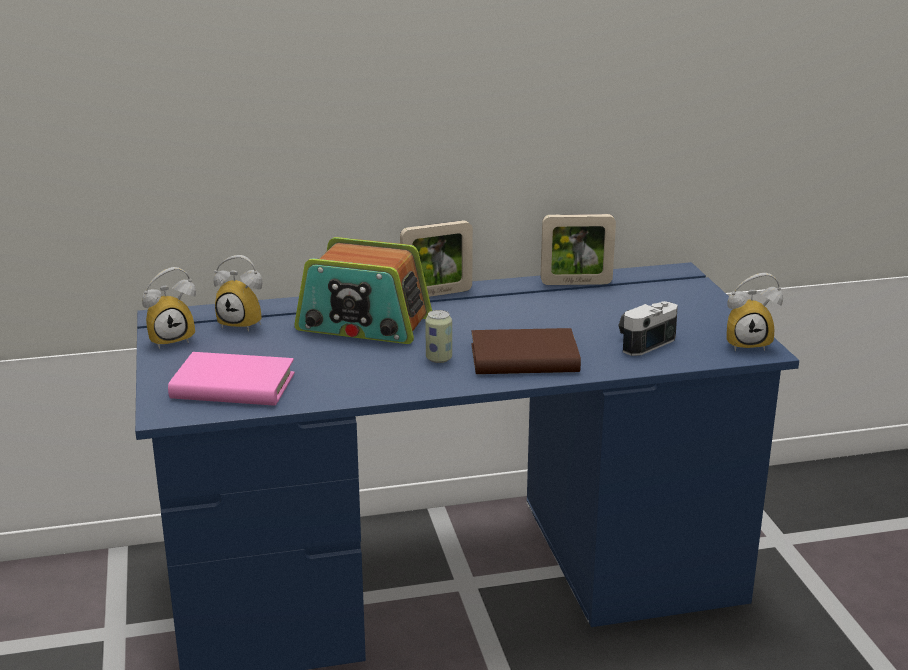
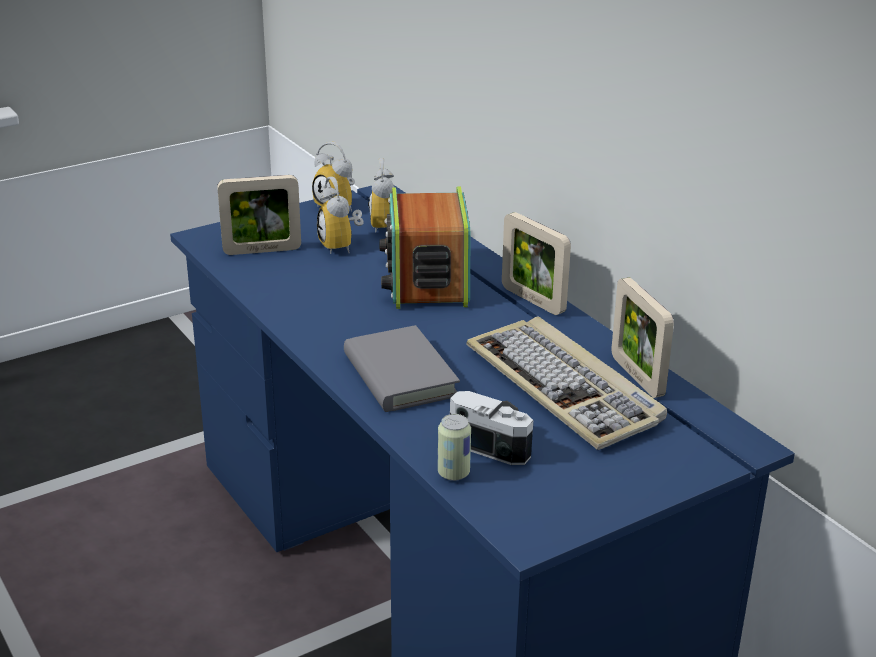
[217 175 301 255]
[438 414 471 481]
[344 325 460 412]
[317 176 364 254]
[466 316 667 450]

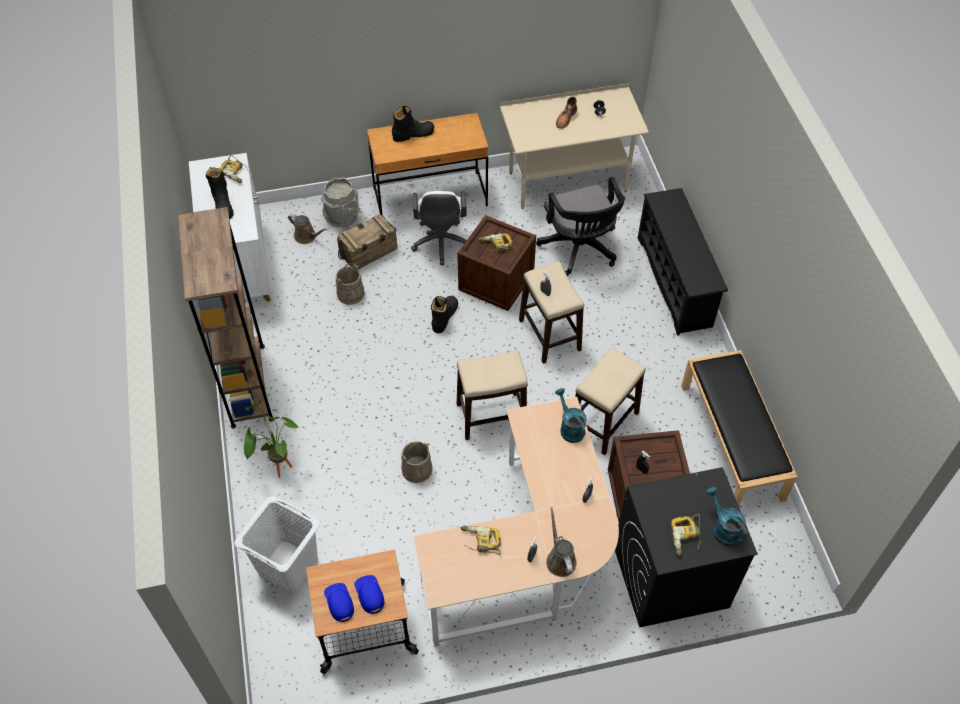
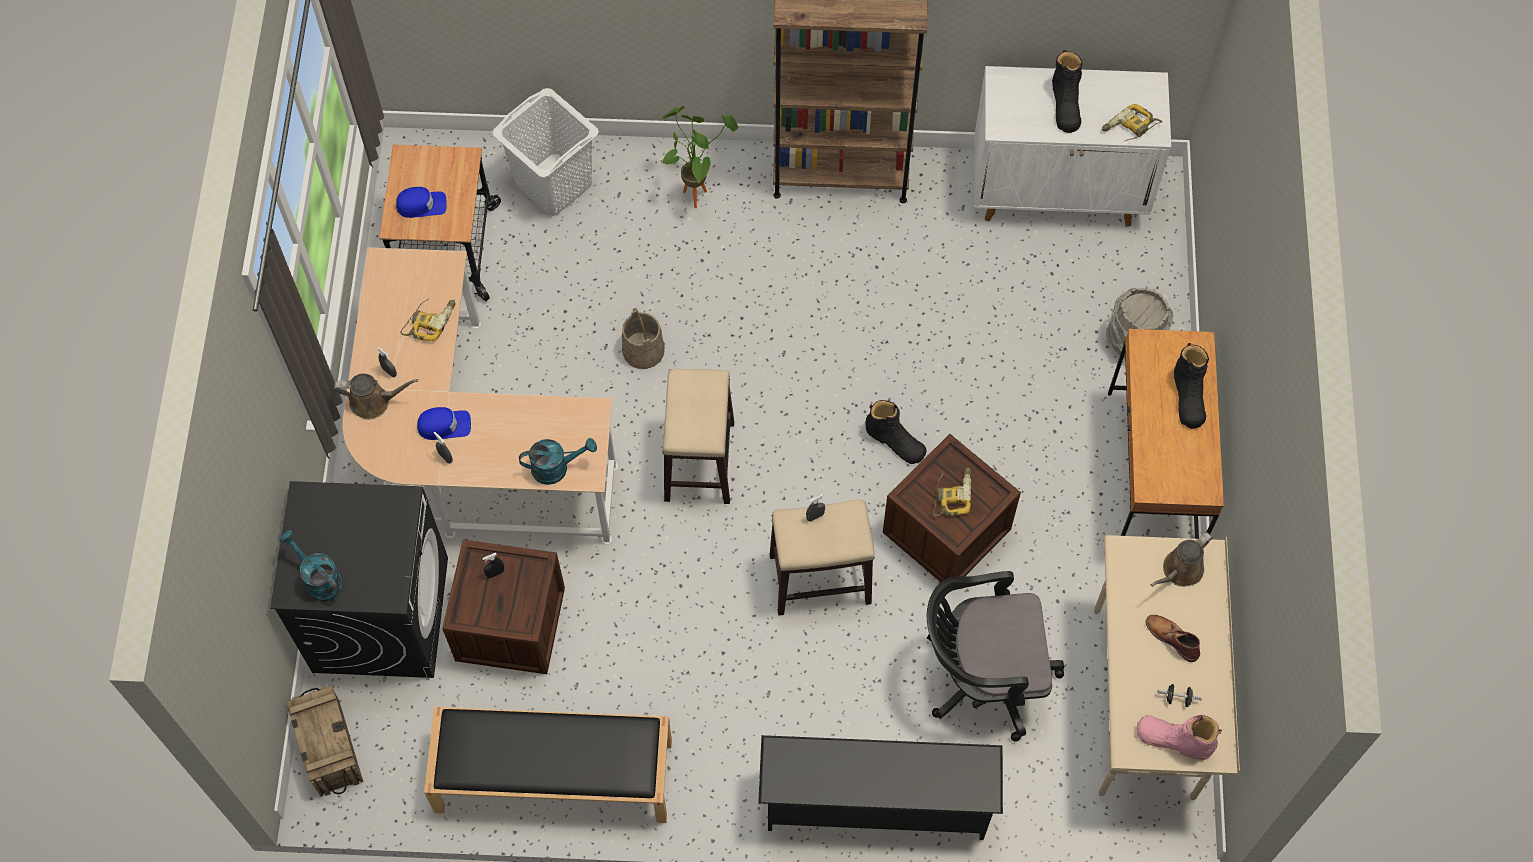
[1052 50 1083 133]
[1151 532 1213 587]
[417 407 471 440]
[336 263 364 305] (first image)
[286 685 363 797]
[411 191 467 265] (first image)
[575 349 646 455] (first image)
[671 514 701 556] (first image)
[279 530 343 602]
[1136 715 1222 760]

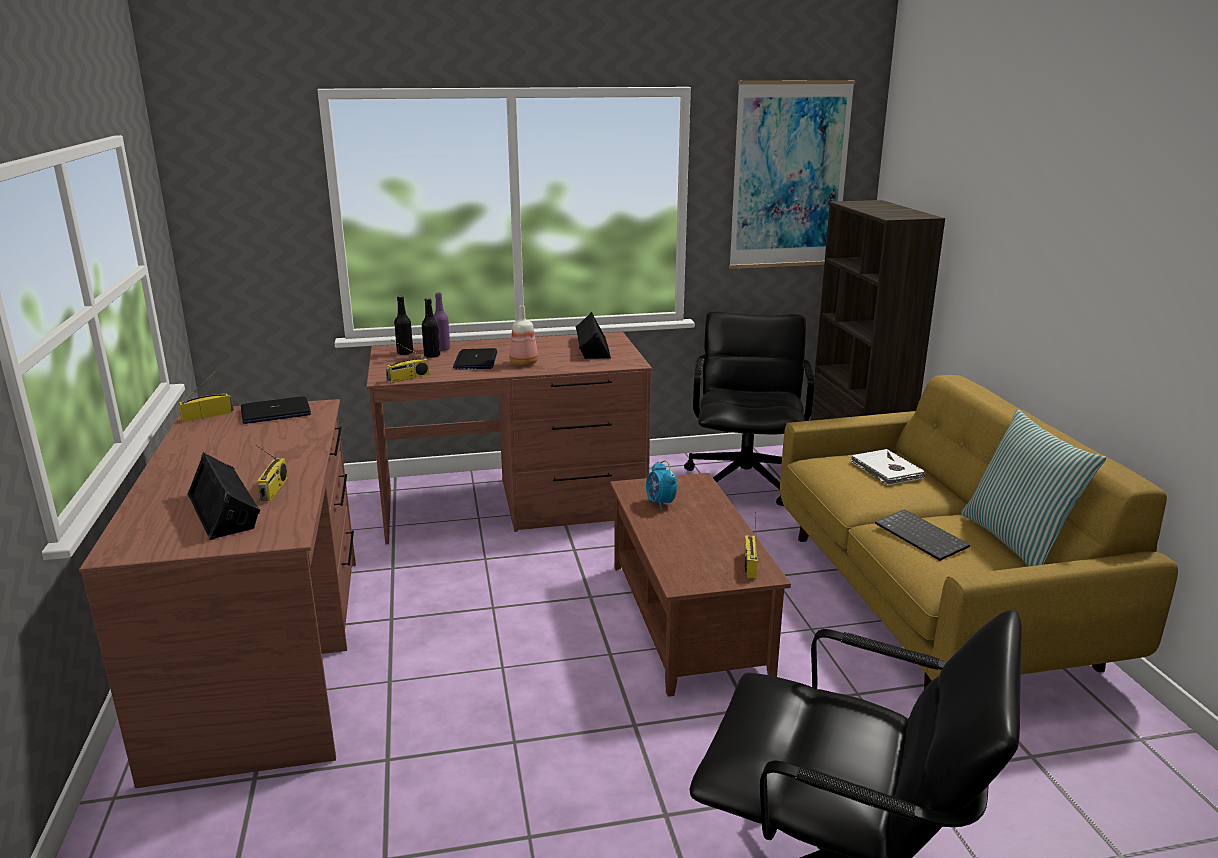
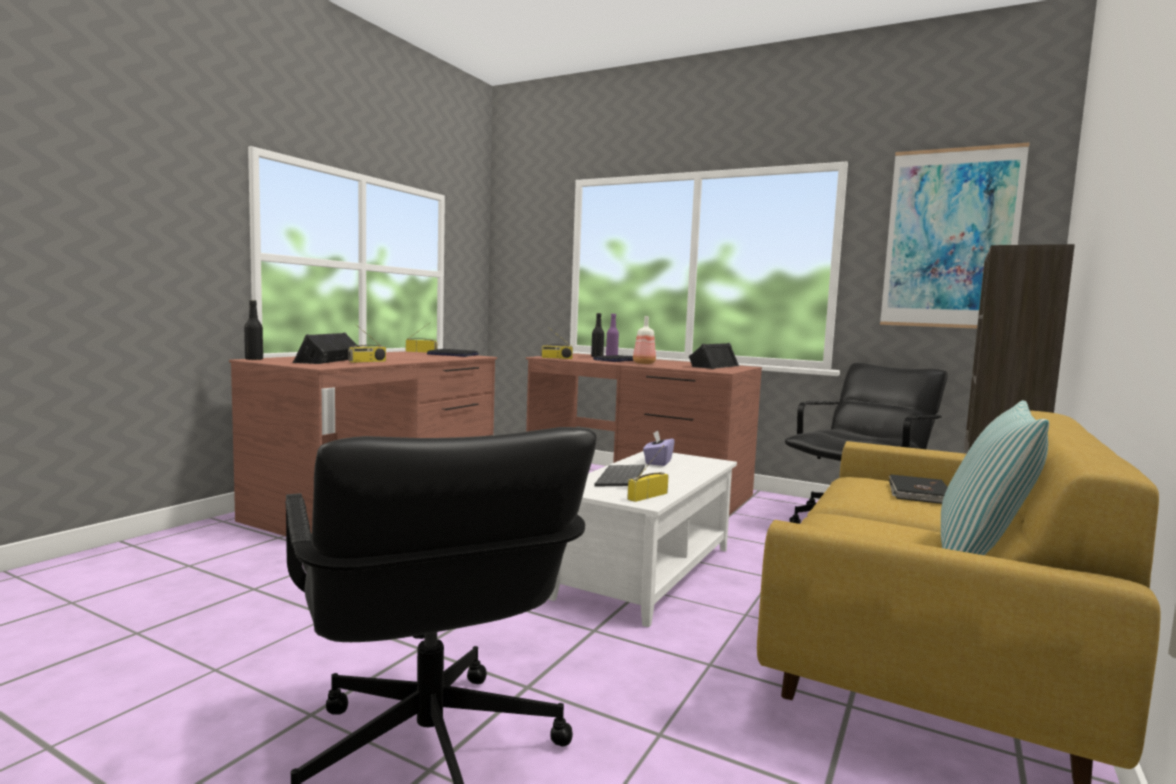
[244 300 263 360]
[549 451 737 627]
[643 431 675 466]
[889 474 948 504]
[595 465 645 487]

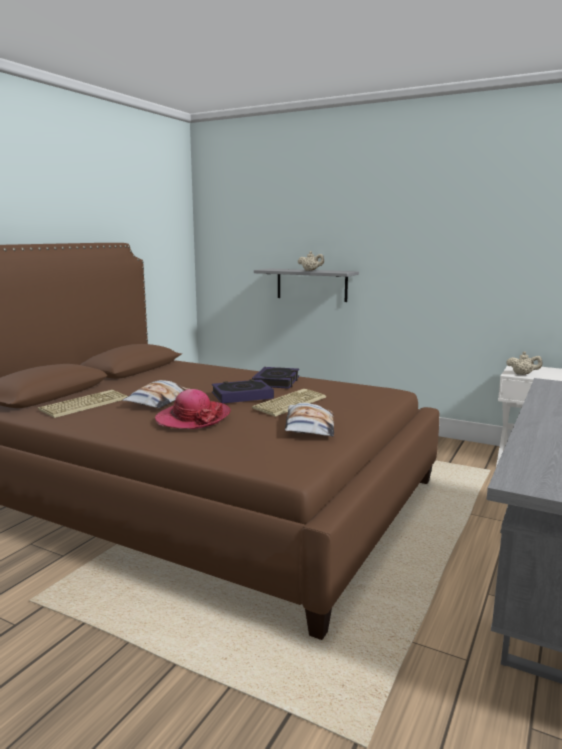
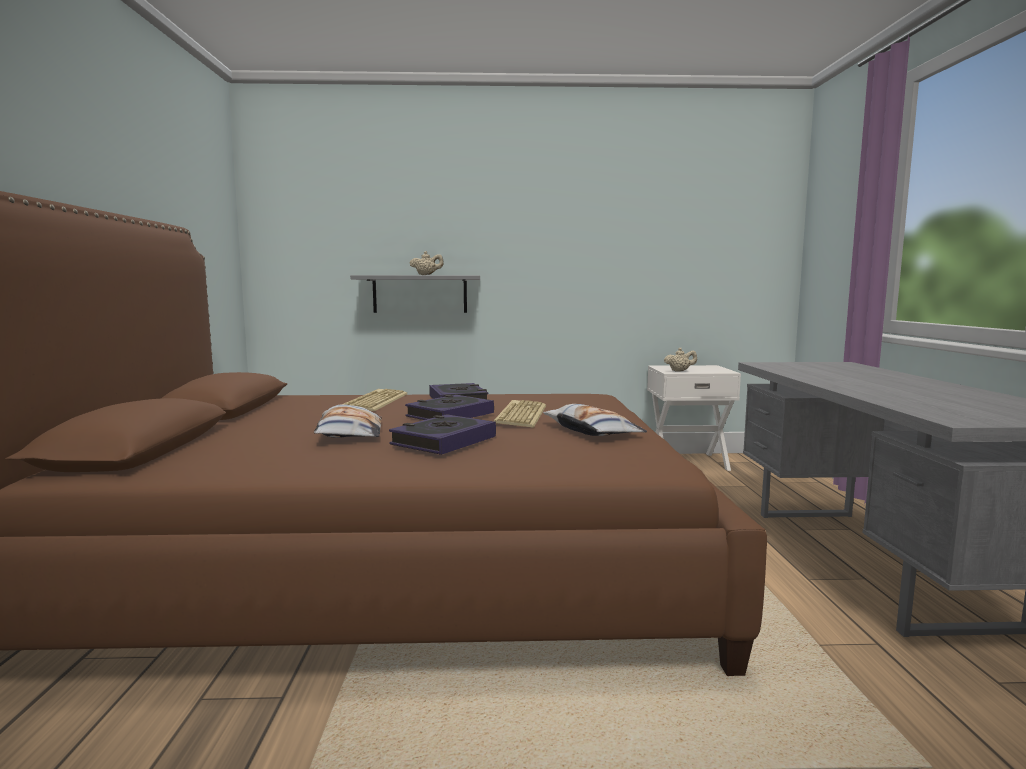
[344 389 407 411]
[389 414 496 455]

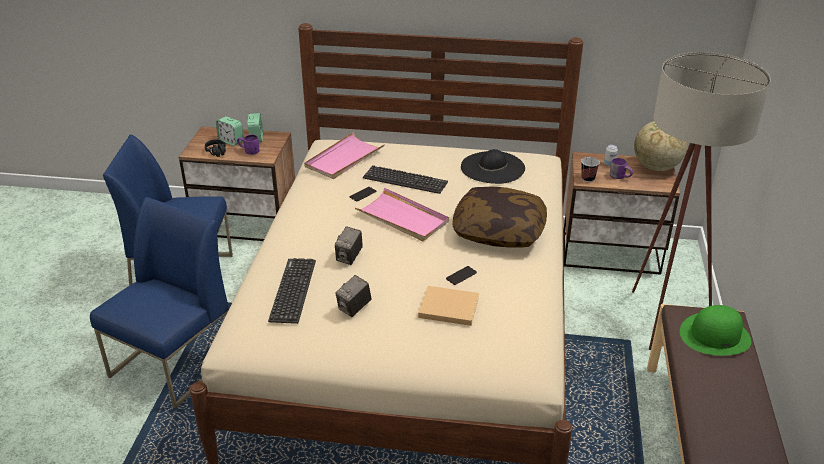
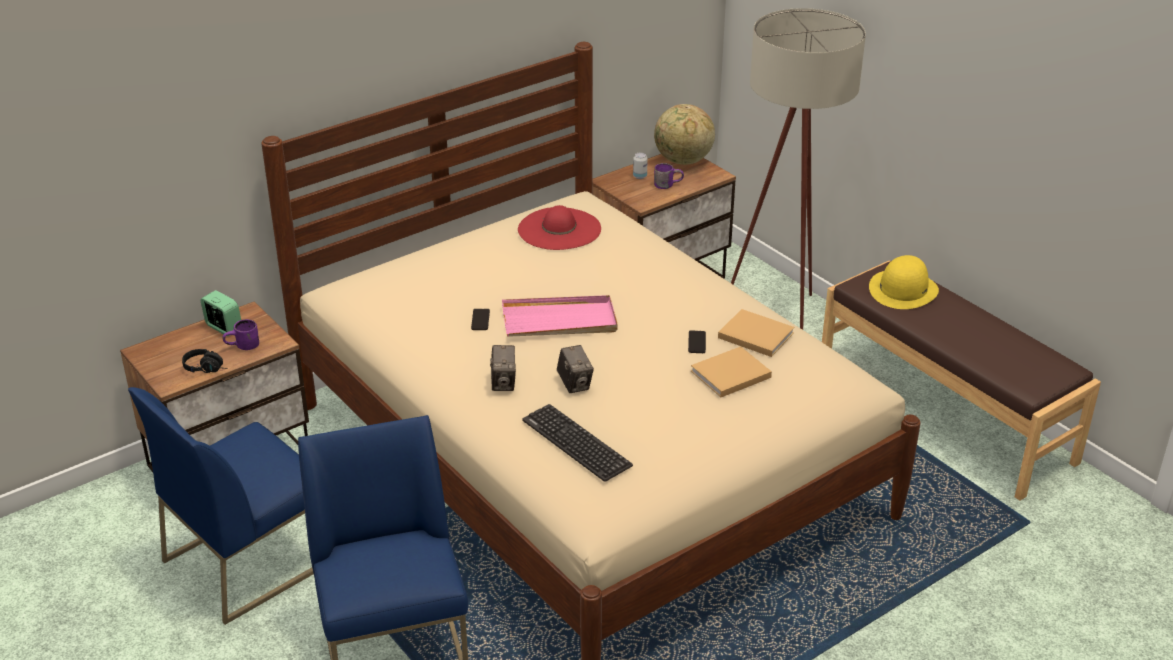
[216 116 243 146] (first image)
[304 132 385 179] (first image)
[490 345 516 391]
[363 165 448 194] (first image)
[452 186 547 248] (first image)
[518 205 601 250]
[581 157 600 182] (first image)
[869 255 939 309]
[718 309 795 357]

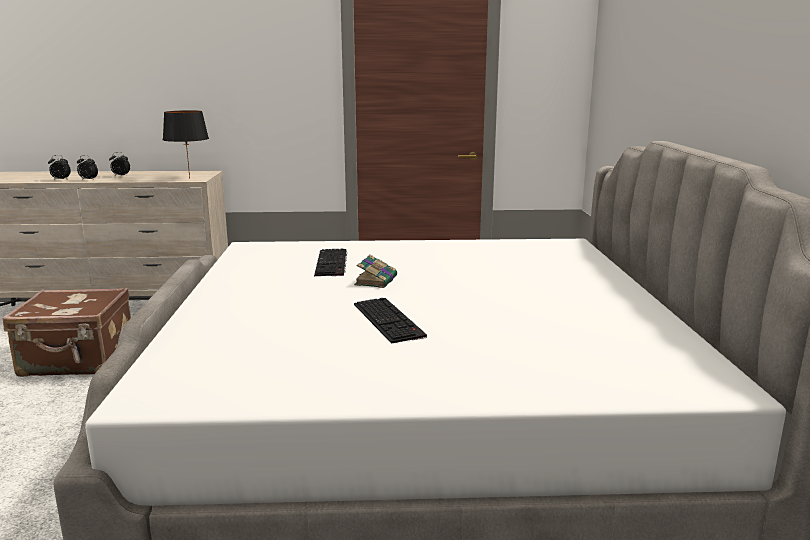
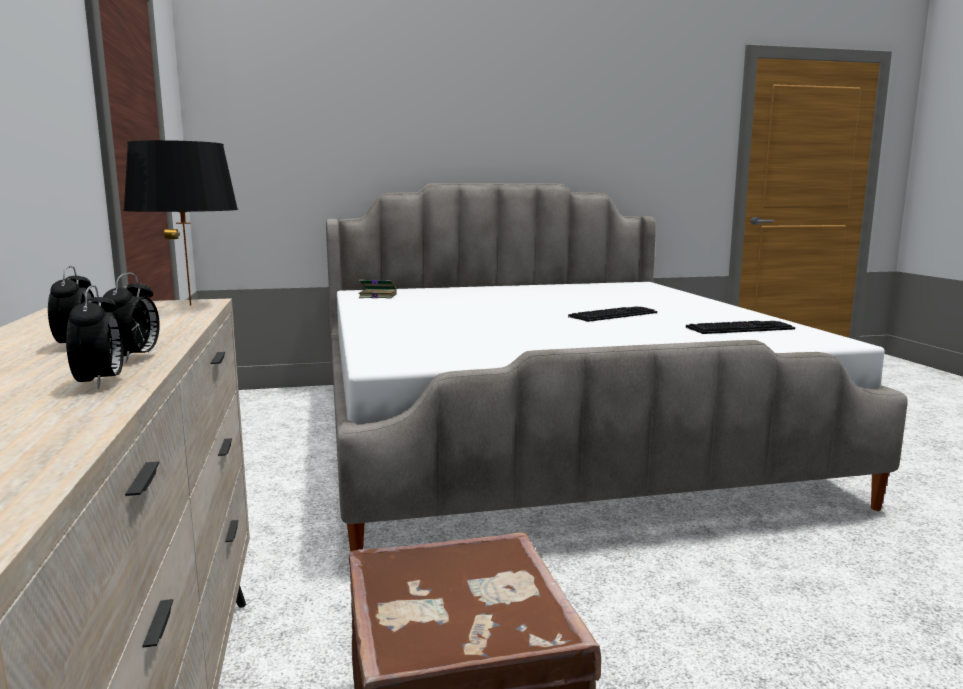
[686 321 795 334]
[357 280 397 299]

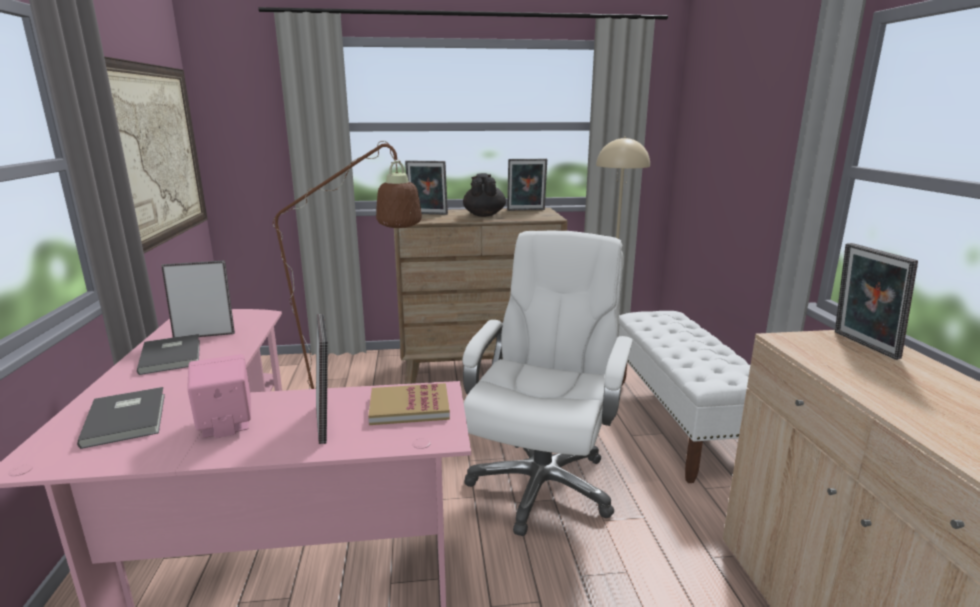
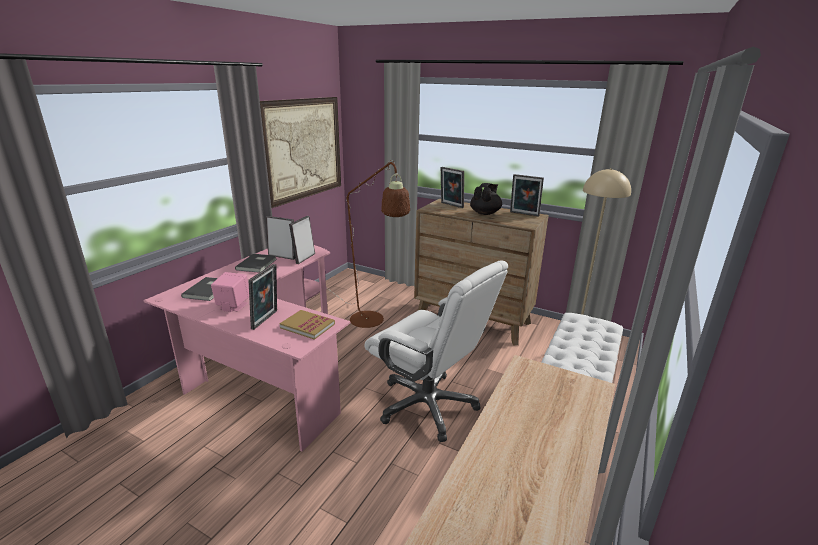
[365 261 508 442]
[289 216 315 264]

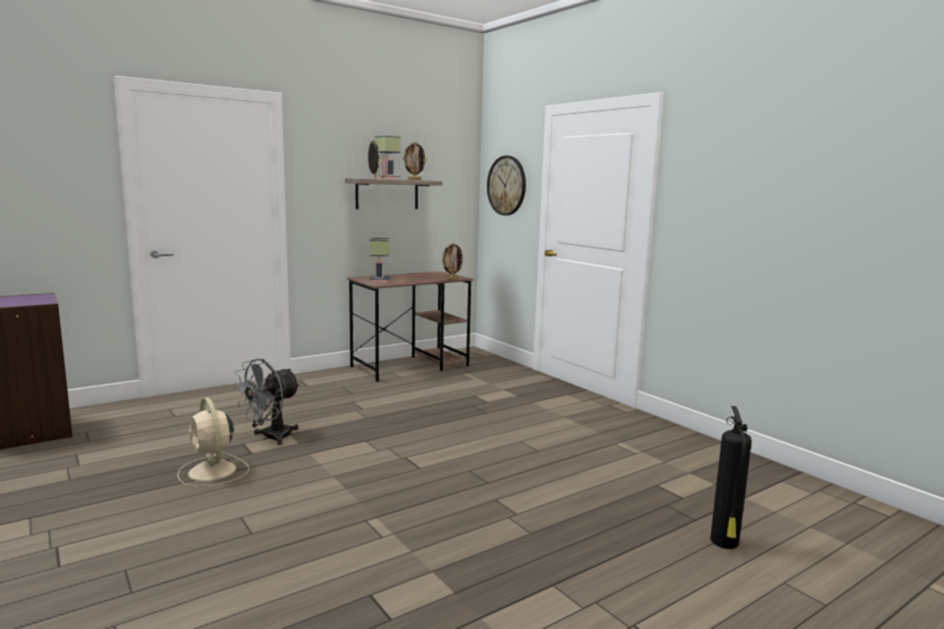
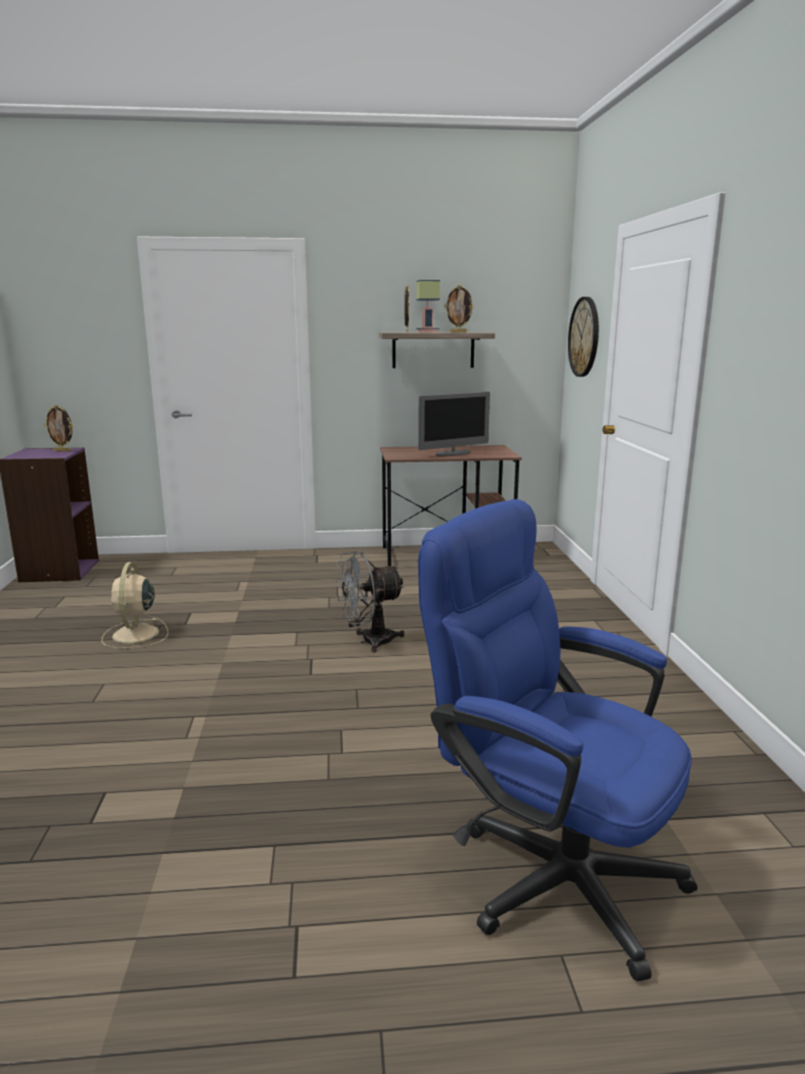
[335 551 405 653]
[370 238 389 282] (first image)
[44 405 73 452]
[418 499 697 982]
[418 392 490 456]

